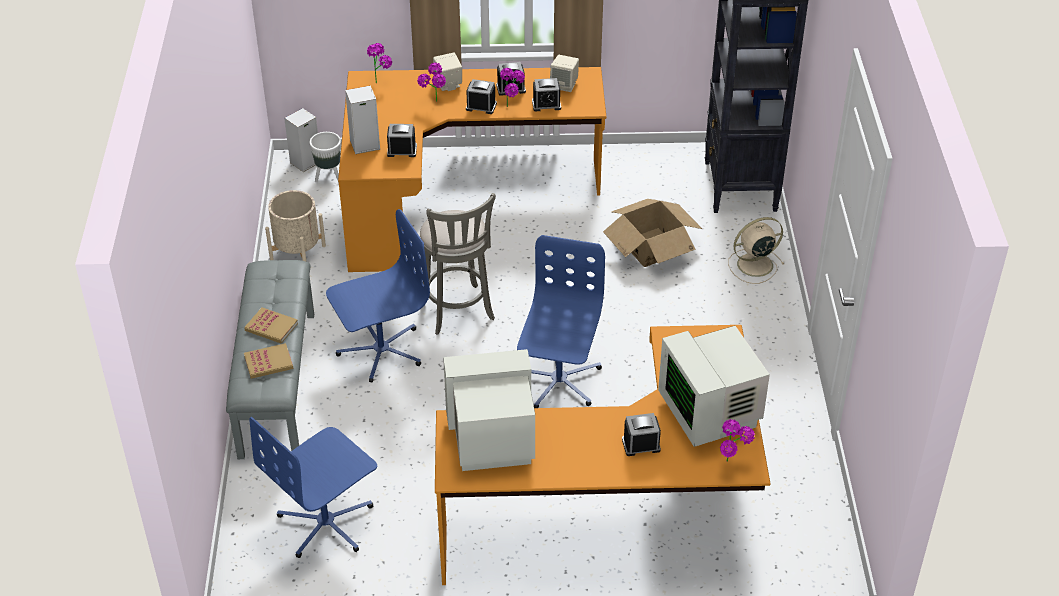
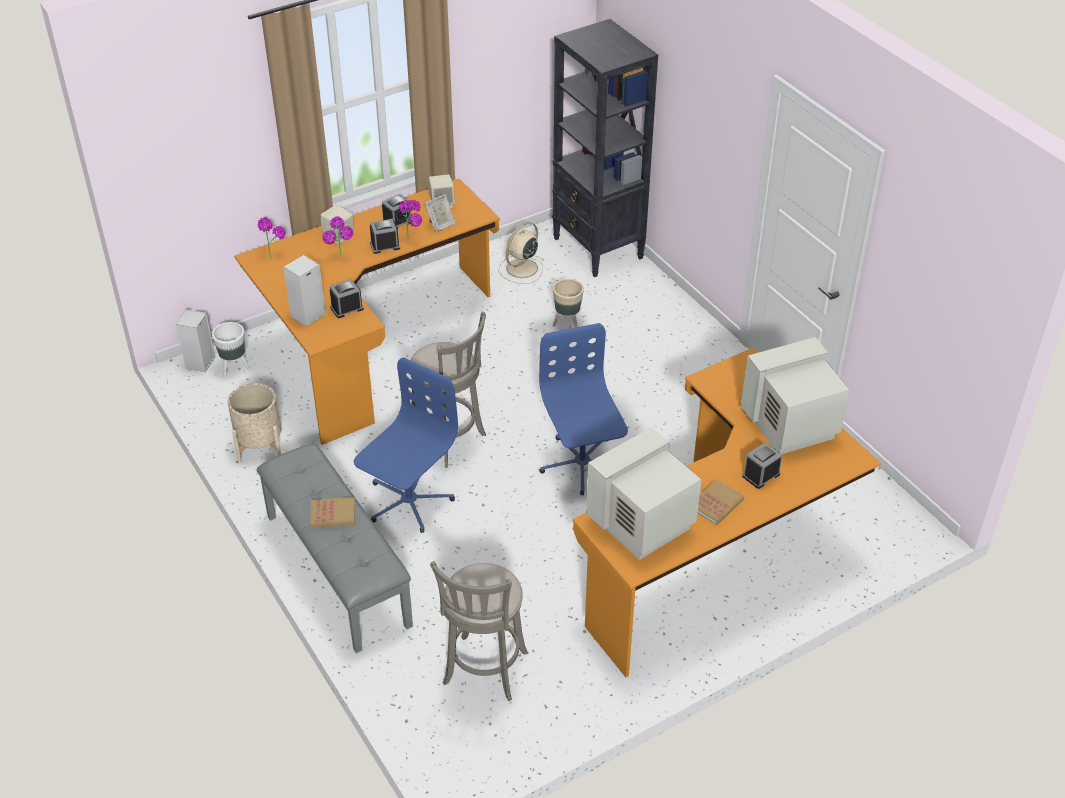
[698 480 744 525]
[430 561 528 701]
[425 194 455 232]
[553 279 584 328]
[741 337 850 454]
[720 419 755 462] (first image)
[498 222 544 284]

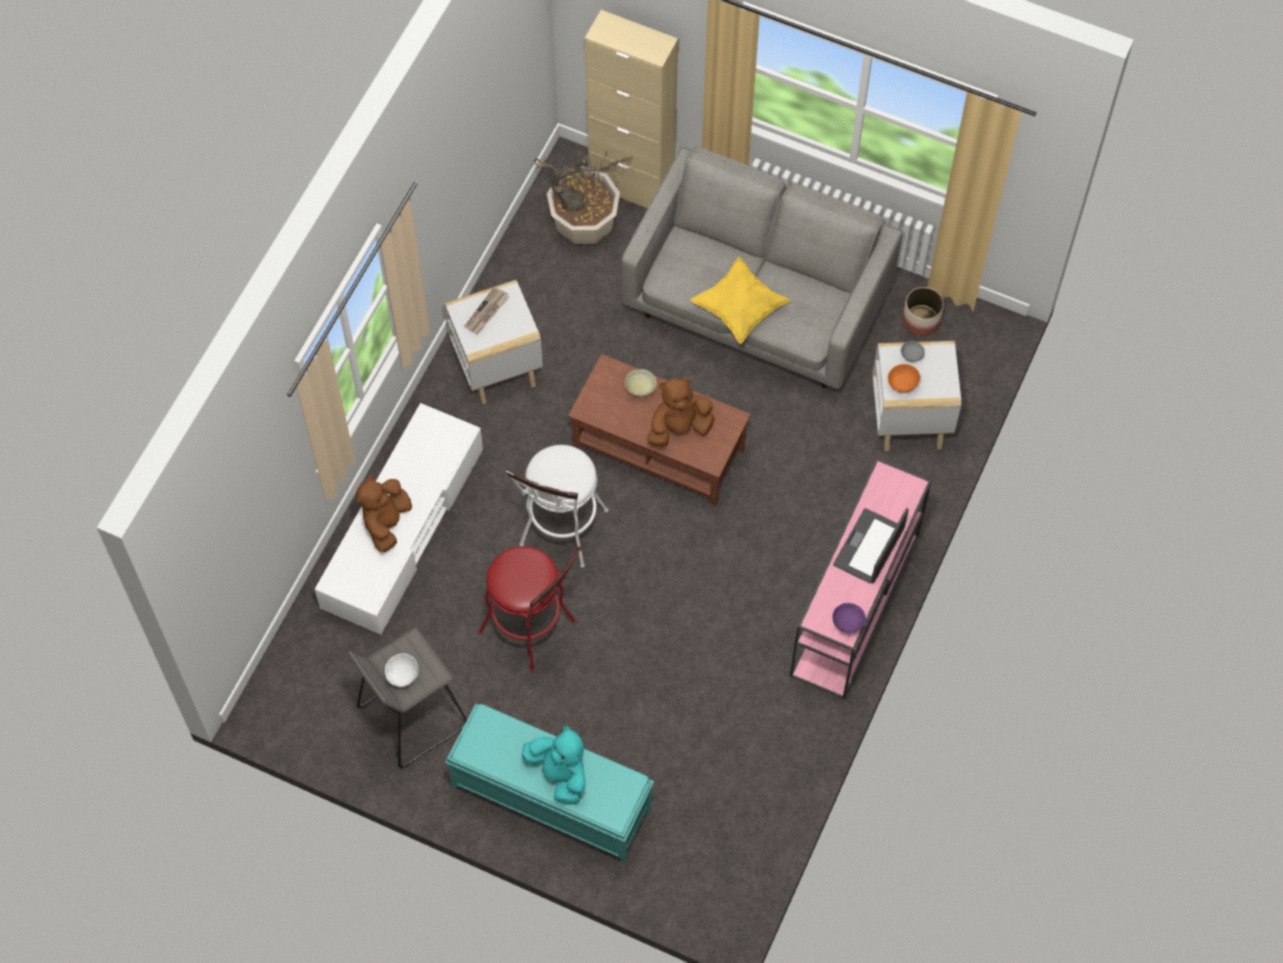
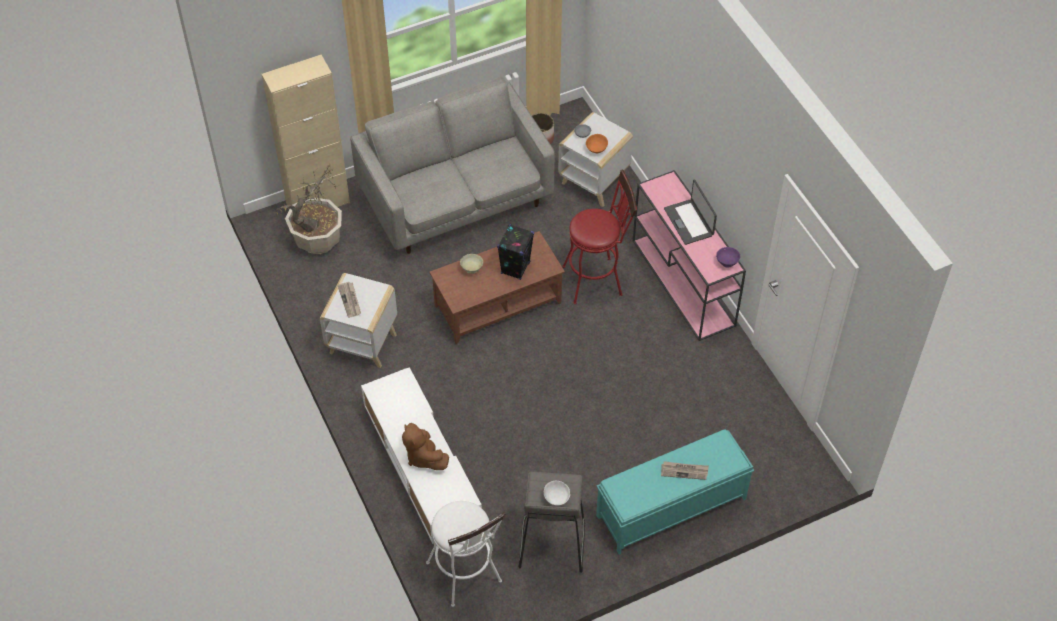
[562 169 637 304]
[426 501 505 607]
[661 461 709 480]
[497 224 534 280]
[690 257 790 344] (first image)

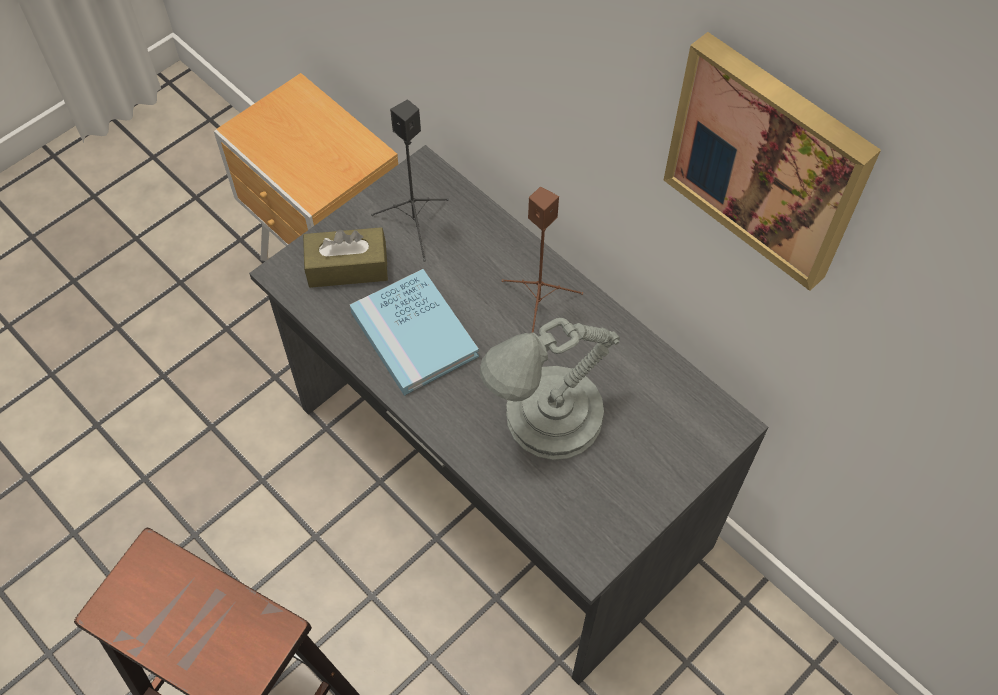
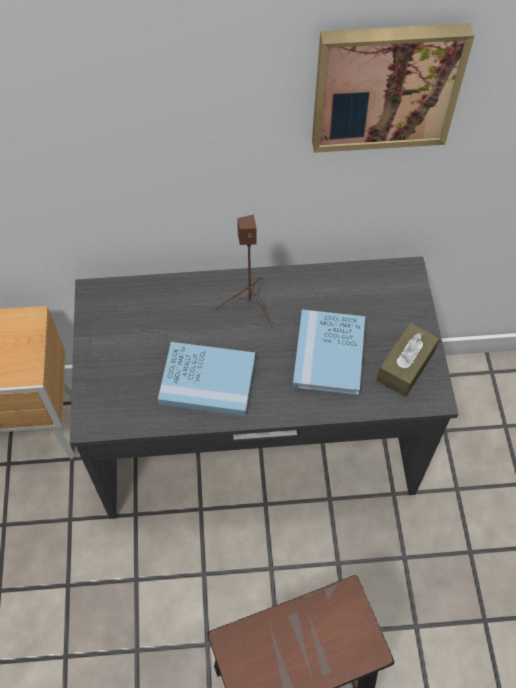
[377 323 440 397]
[371 100 449 262] (first image)
[293 310 365 396]

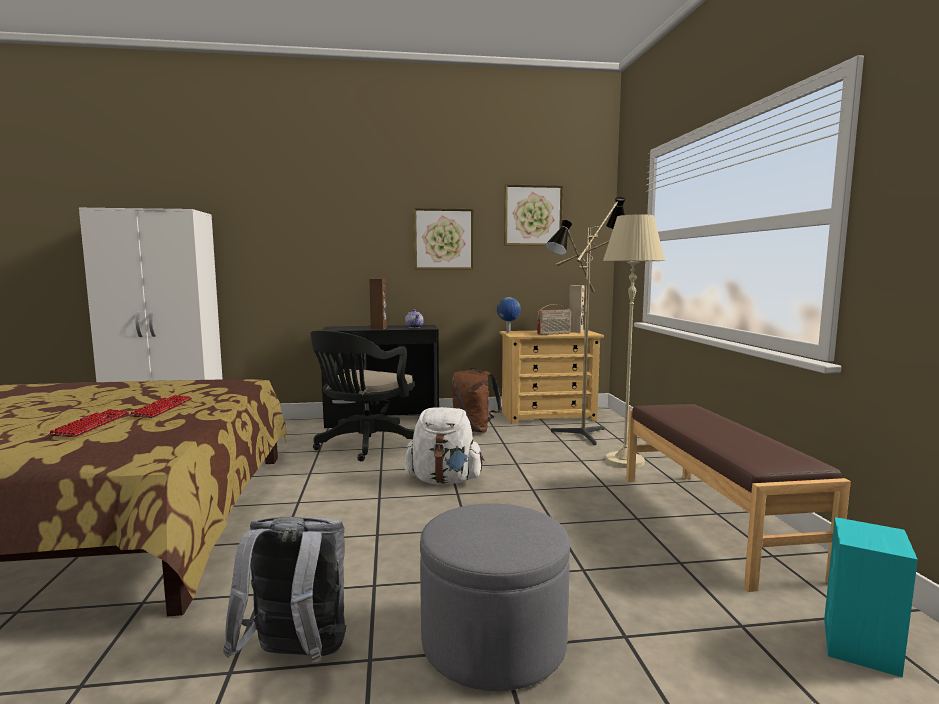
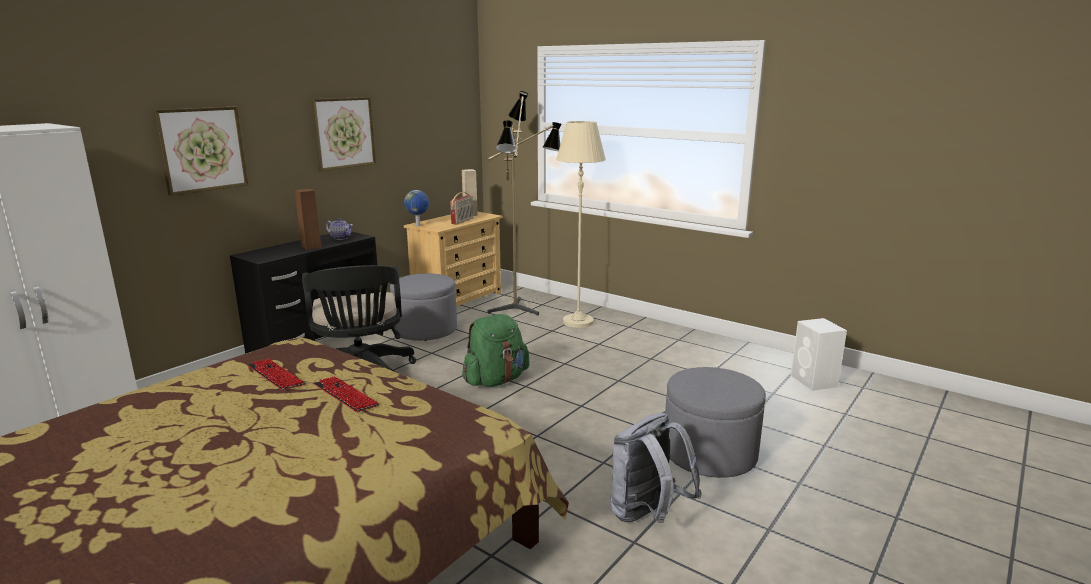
[248 358 306 390]
[462 314 530 387]
[390 273 457 341]
[153 107 249 196]
[626 404 851 592] (first image)
[791 318 847 391]

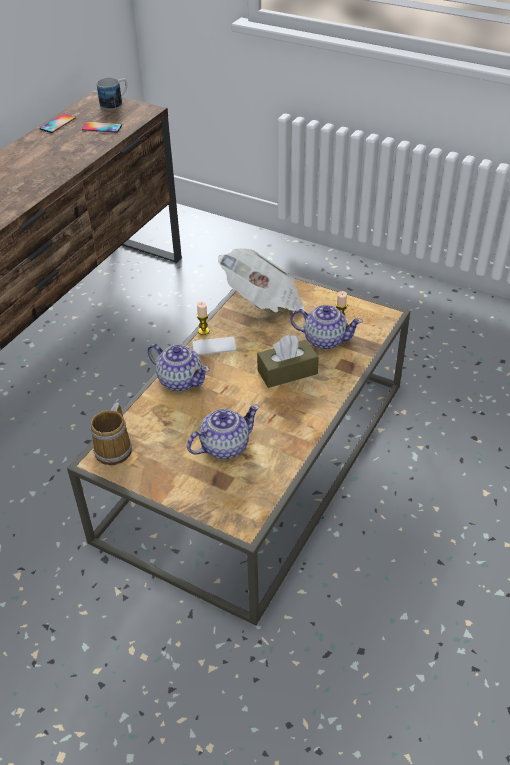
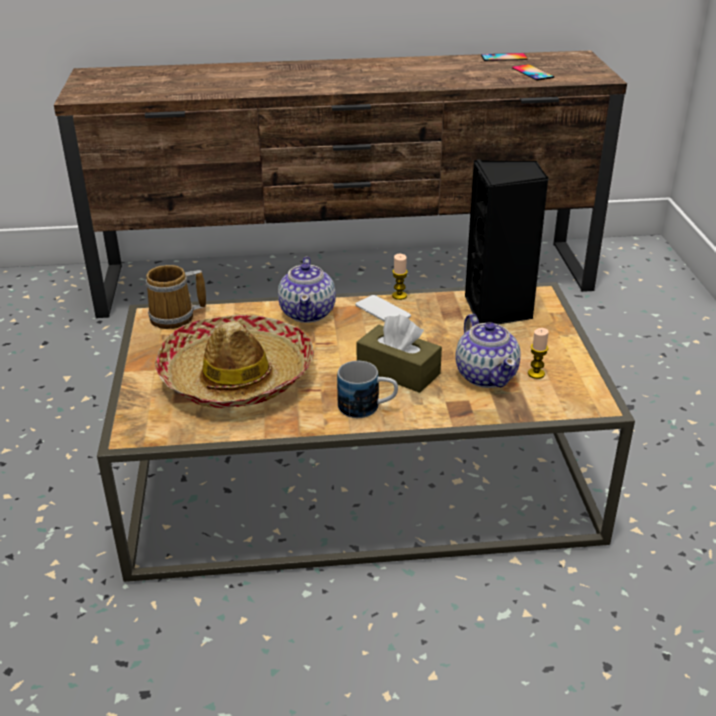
[337 361 398 418]
[155 315 314 408]
[465 159 549 324]

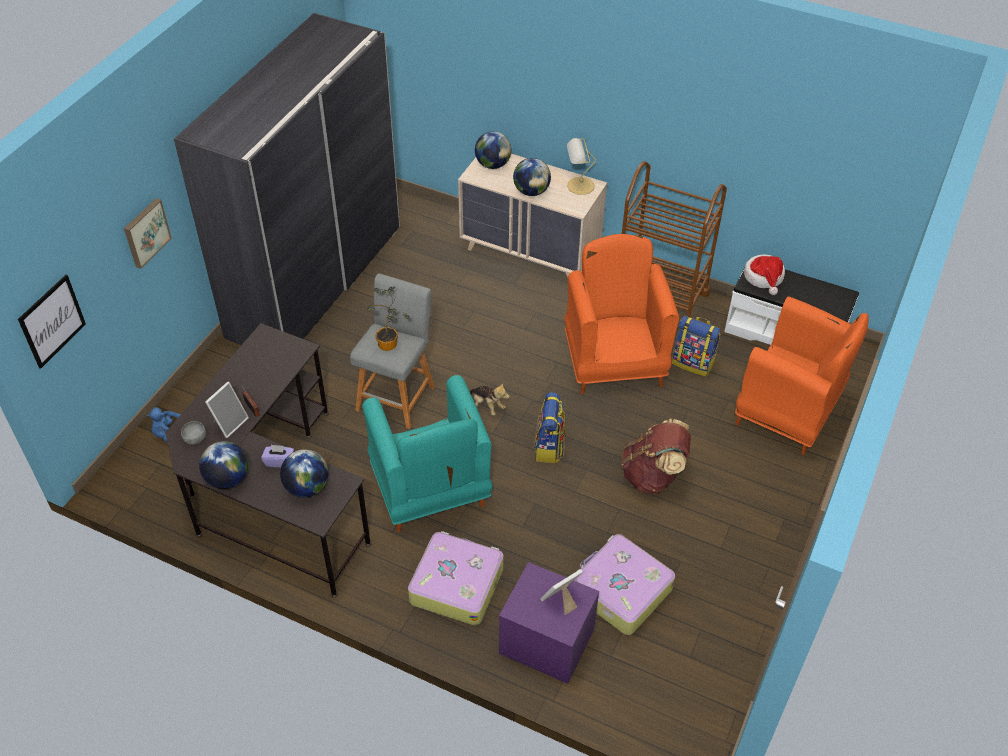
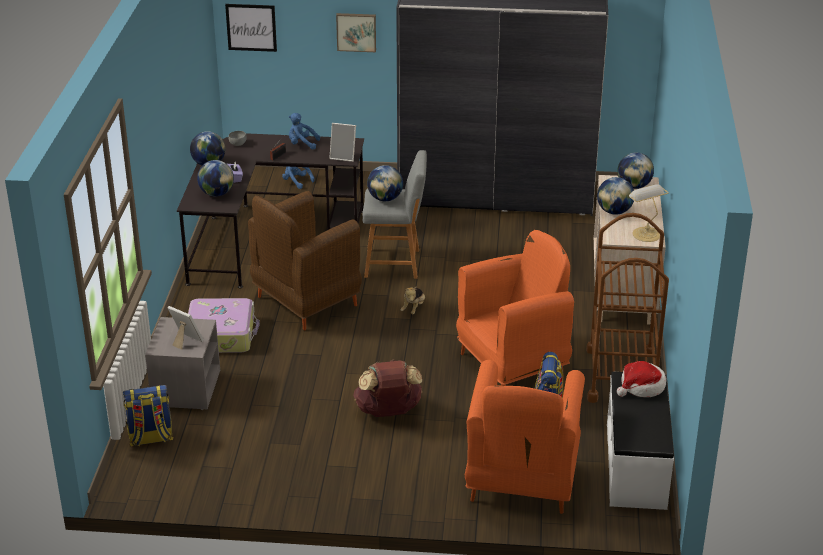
[329 123 356 162]
[248 191 362 330]
[367 165 403 201]
[145 317 220 410]
[123 385 173 447]
[574 534 675 635] (first image)
[289 113 320 150]

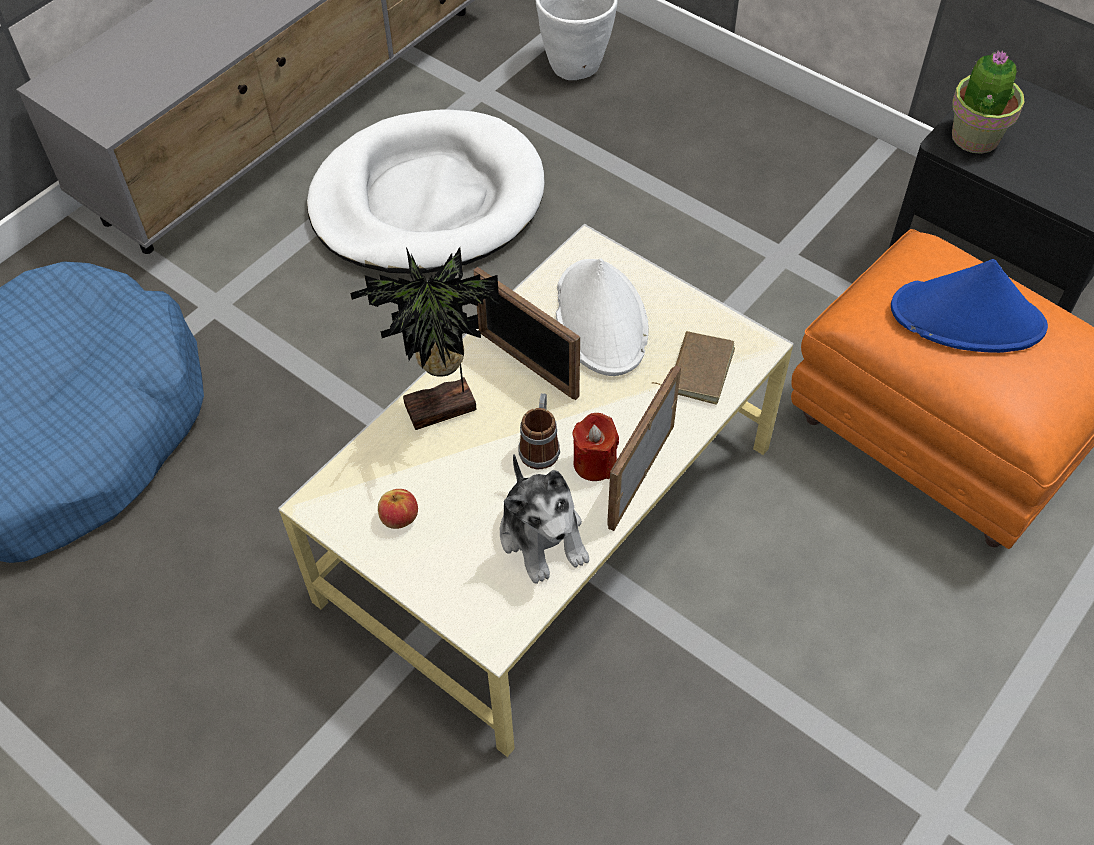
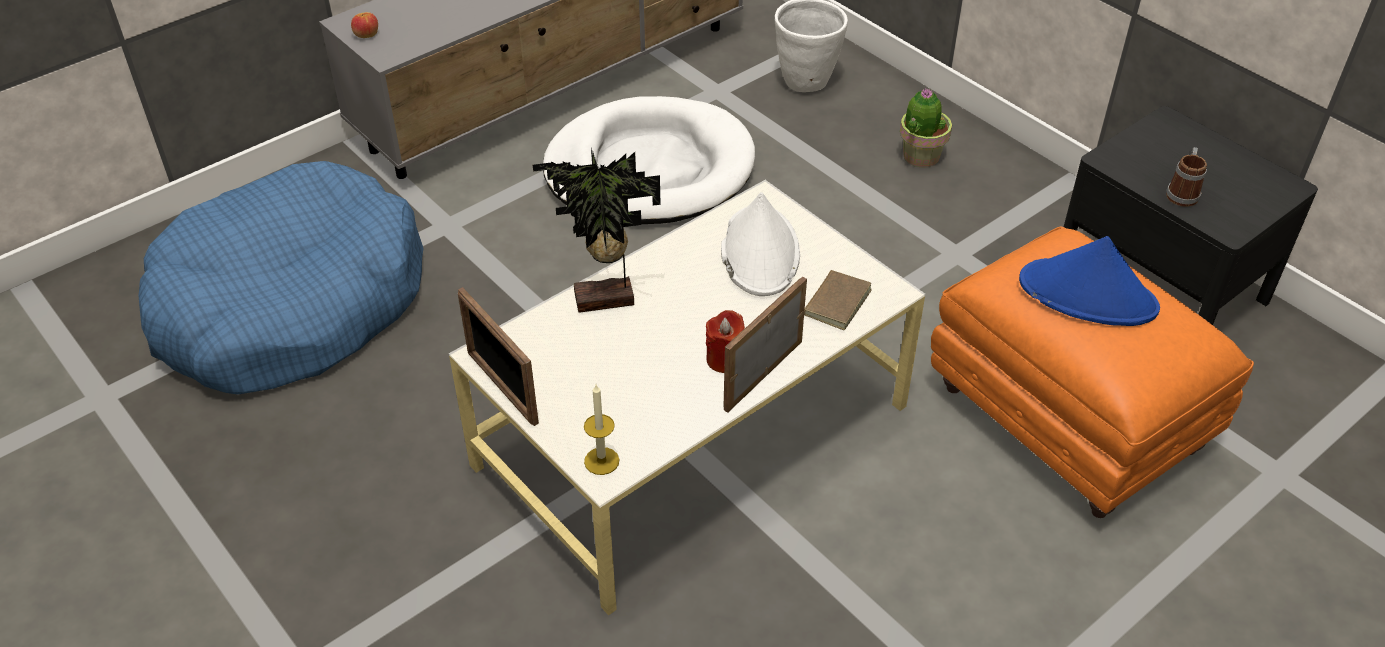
[351 12 378 38]
[458 287 539 426]
[500 454 589 584] (first image)
[1166 147 1207 207]
[900 88 952 168]
[584 385 619 475]

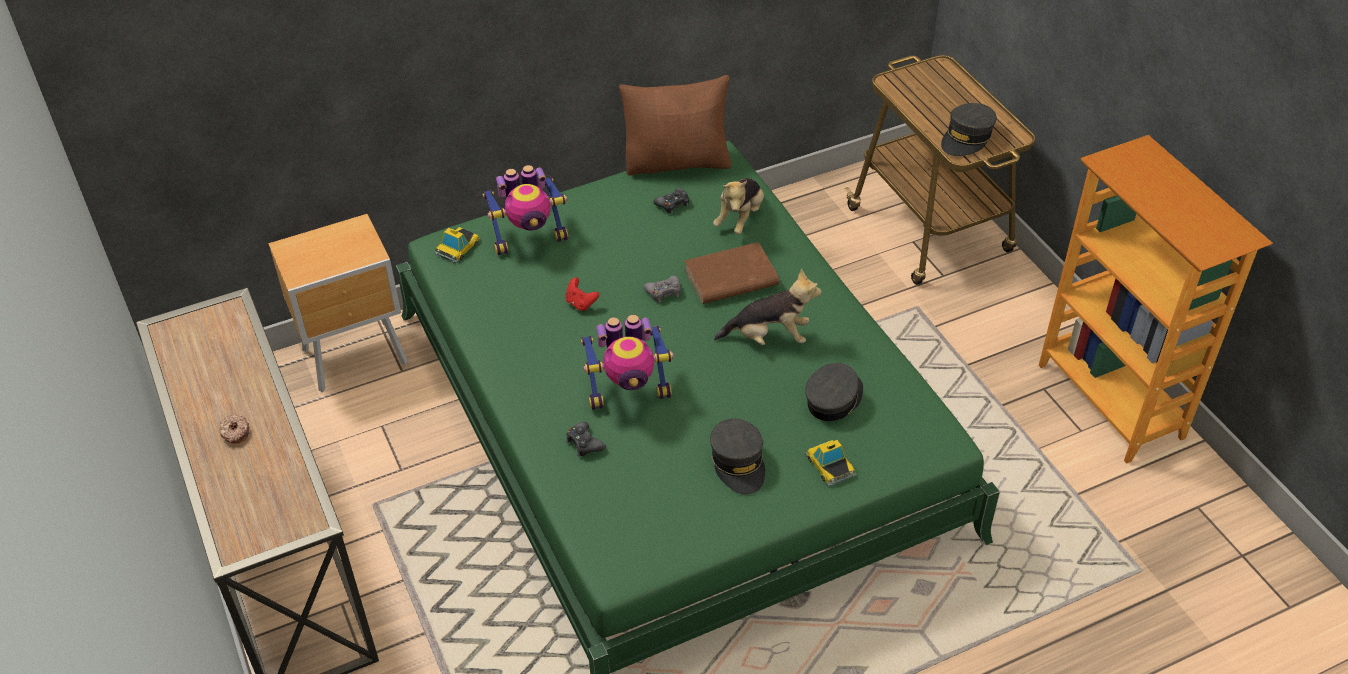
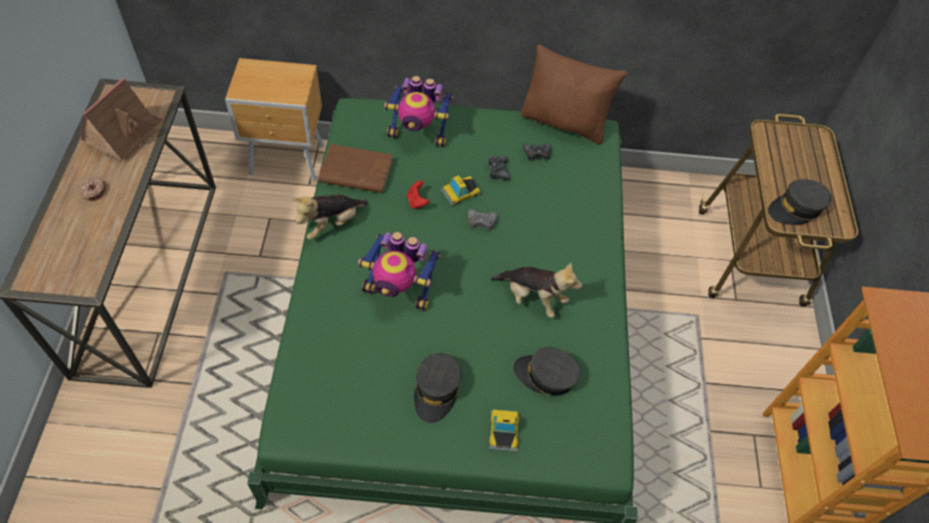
[441 175 482 206]
[488 156 510 180]
[318 144 393 193]
[292 195 368 240]
[513 347 581 396]
[81 78 163 160]

